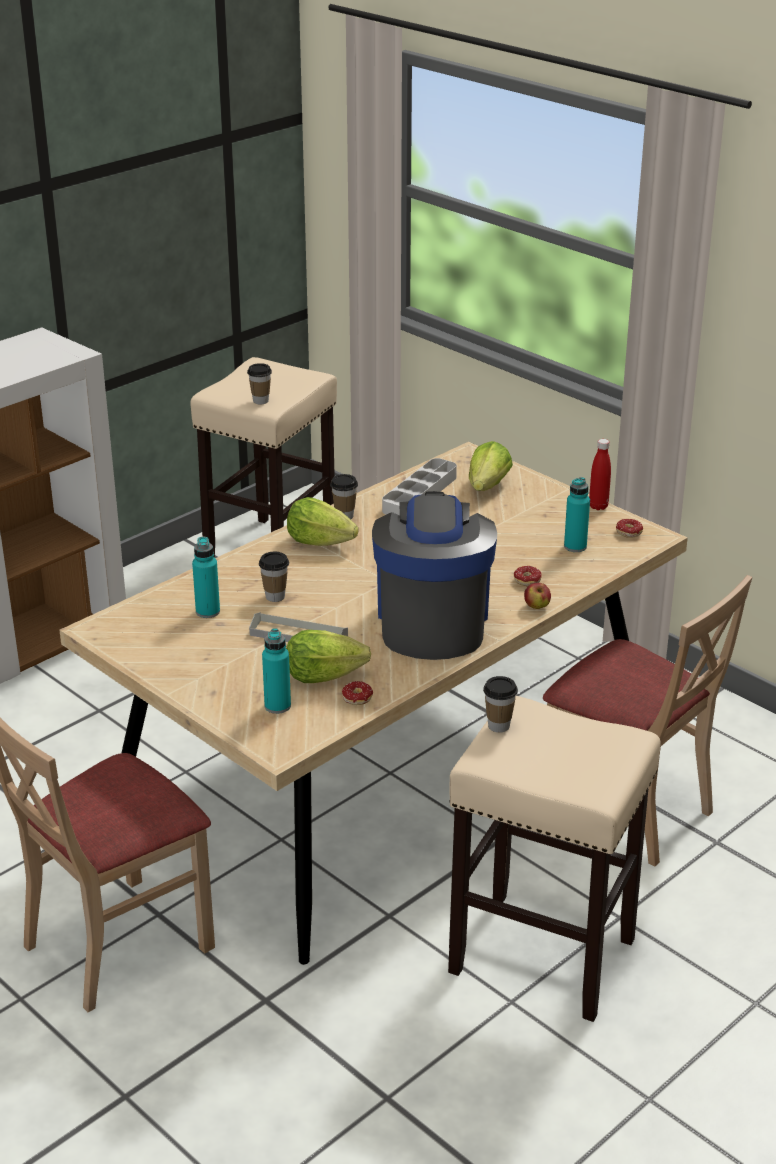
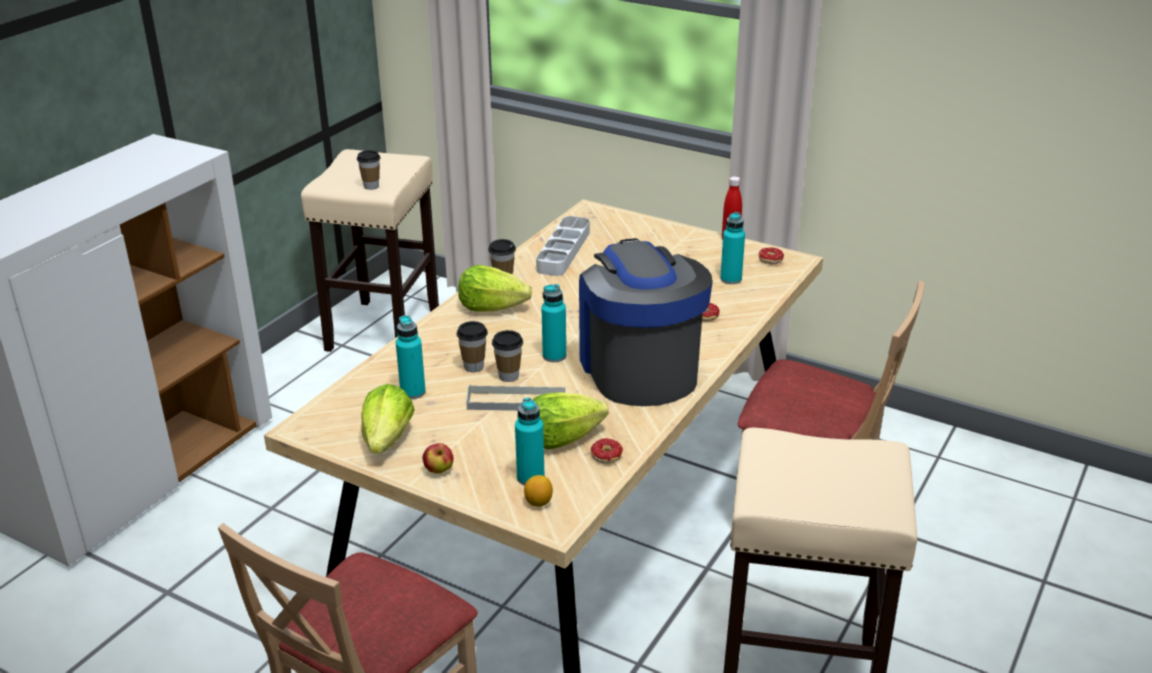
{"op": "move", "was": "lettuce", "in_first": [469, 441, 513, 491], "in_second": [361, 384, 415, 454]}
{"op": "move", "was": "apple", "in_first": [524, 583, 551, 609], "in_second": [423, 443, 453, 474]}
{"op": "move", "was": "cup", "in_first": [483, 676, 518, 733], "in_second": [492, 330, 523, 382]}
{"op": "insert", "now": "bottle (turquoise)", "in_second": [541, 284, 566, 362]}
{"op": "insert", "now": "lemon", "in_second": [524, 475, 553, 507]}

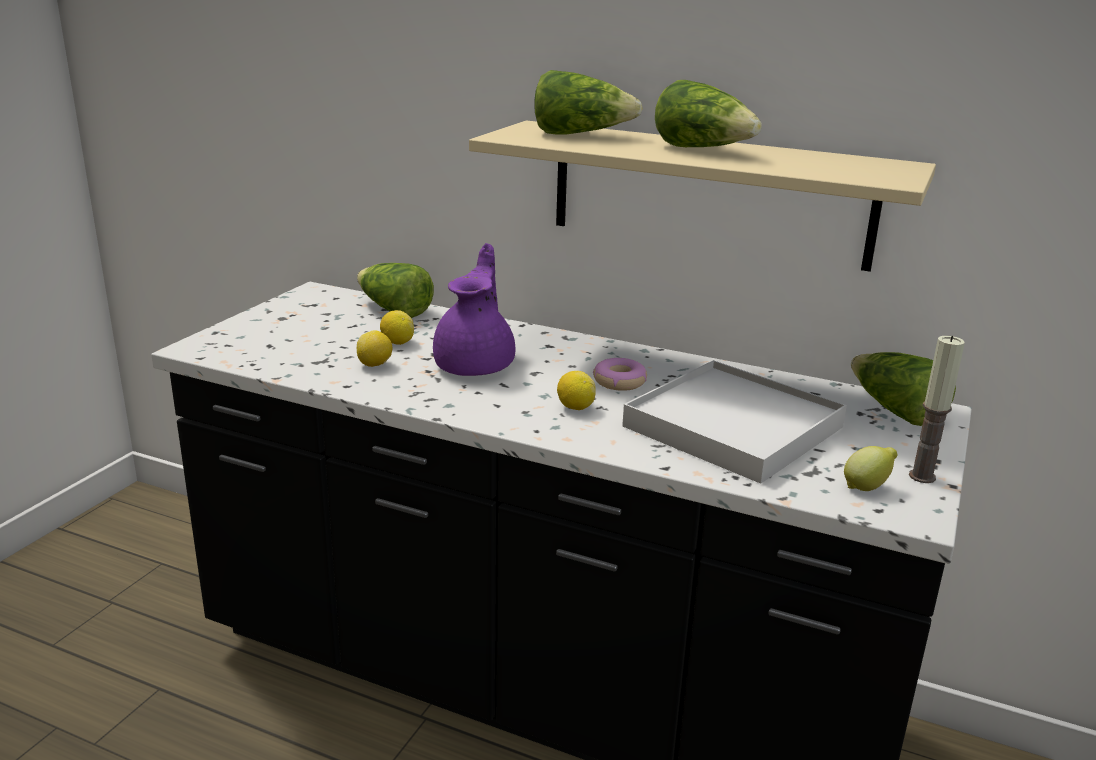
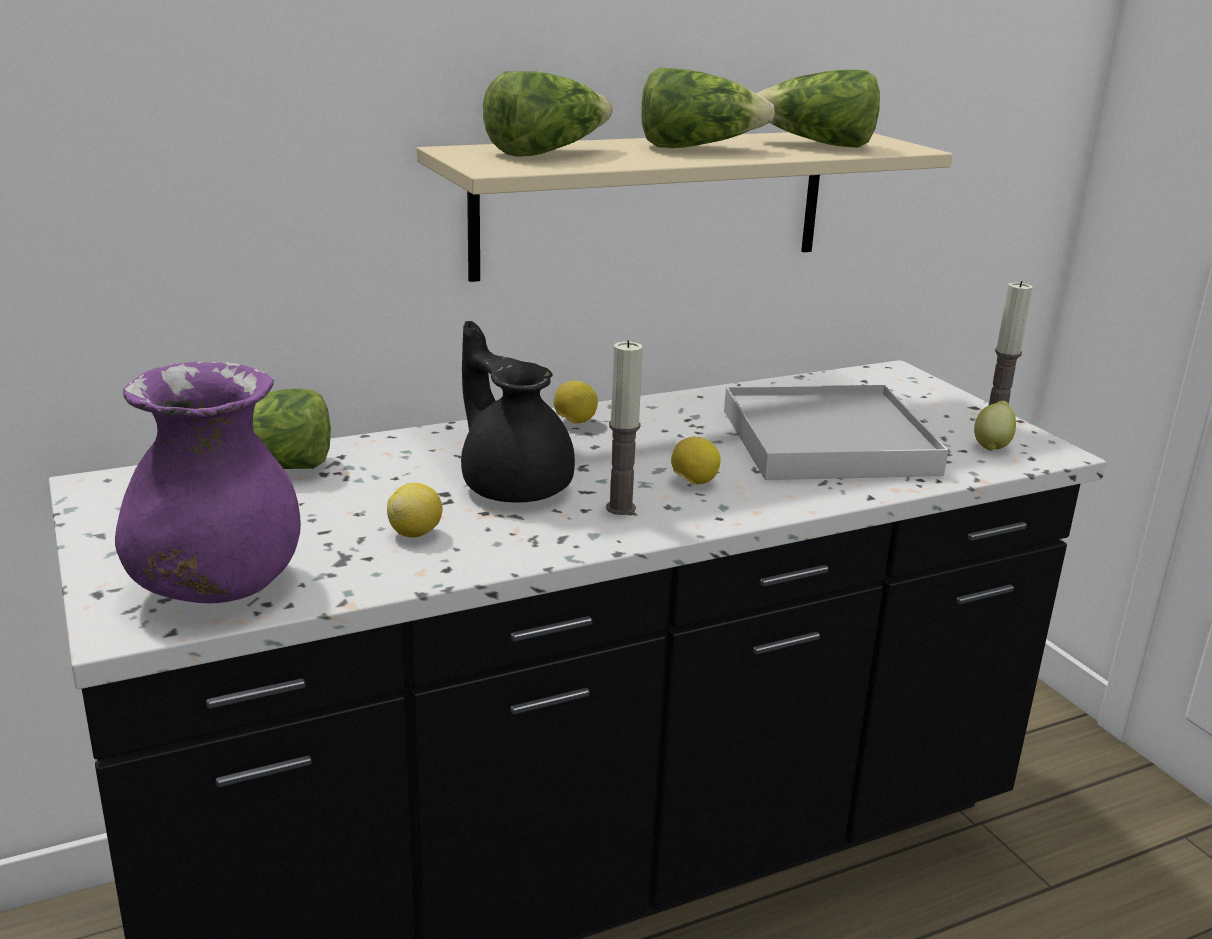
{"op": "recolor", "was": "teapot (purple)", "now": "teapot (black)", "in_first": [433, 243, 515, 376], "in_second": [461, 321, 575, 503]}
{"op": "move", "was": "lemon", "in_first": [380, 310, 414, 345], "in_second": [554, 380, 598, 424]}
{"op": "move", "was": "lettuce", "in_first": [851, 352, 956, 426], "in_second": [756, 70, 880, 148]}
{"op": "delete", "was": "donut", "in_first": [593, 358, 647, 391]}
{"op": "insert", "now": "candle", "in_second": [606, 340, 643, 515]}
{"op": "insert", "now": "vase (purple)", "in_second": [115, 362, 301, 603]}

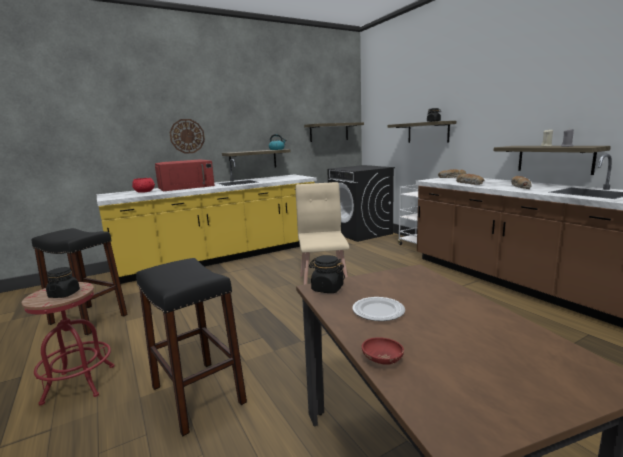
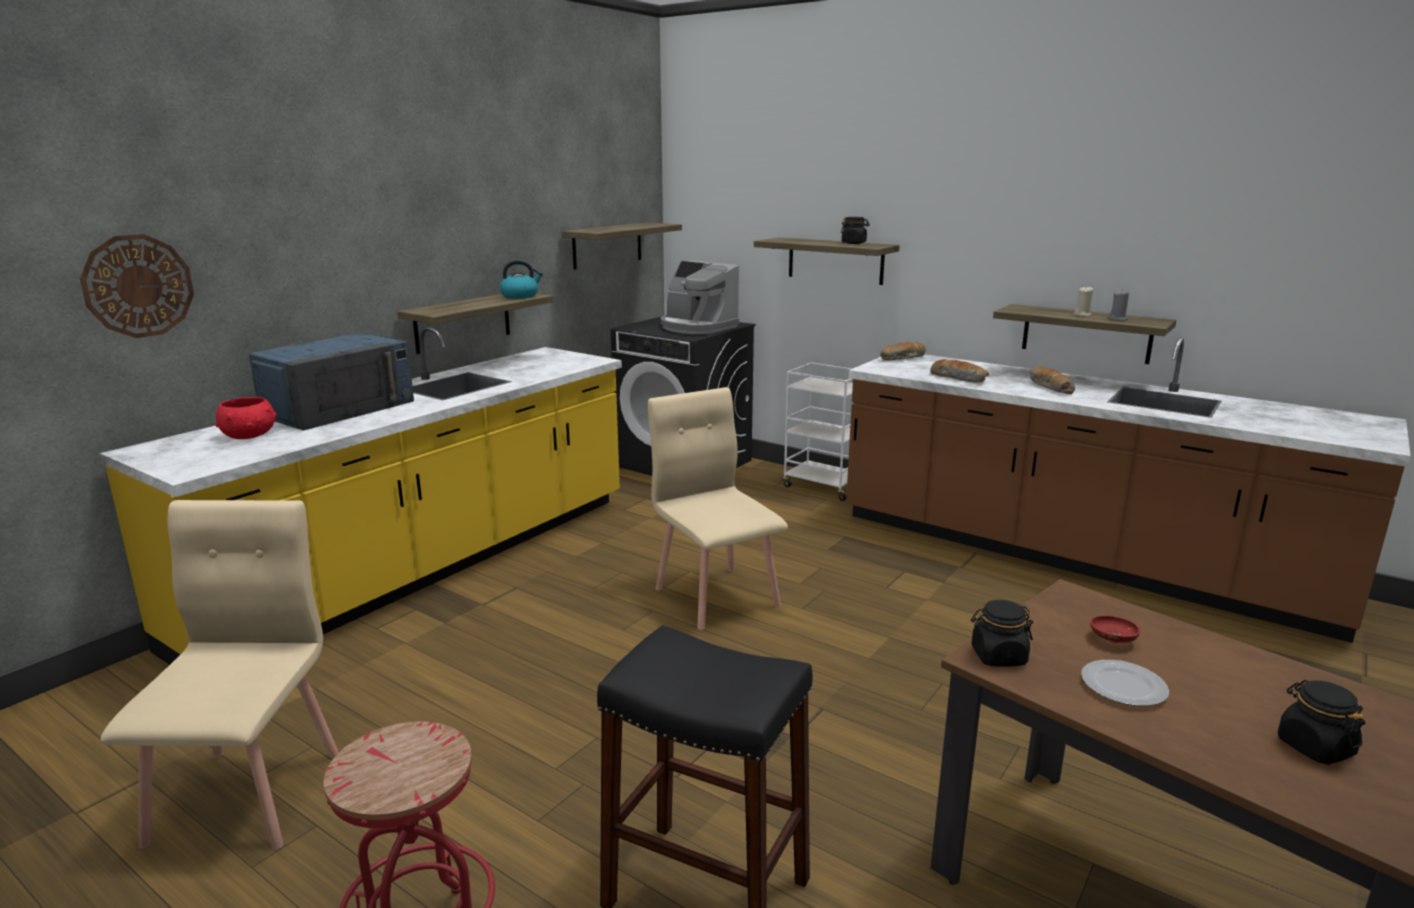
{"op": "move", "was": "wall clock", "in_first": [169, 119, 205, 154], "in_second": [80, 234, 194, 338]}
{"op": "recolor", "was": "microwave (red)", "now": "microwave (blue)", "in_first": [155, 159, 215, 191], "in_second": [249, 333, 414, 430]}
{"op": "replace", "was": "stool (black)", "now": "chair (beige)", "in_first": [32, 228, 128, 335], "in_second": [101, 500, 339, 850]}
{"op": "move", "was": "jar (black)", "in_first": [46, 267, 80, 298], "in_second": [1277, 680, 1365, 765]}
{"op": "move", "was": "bowl (red)", "in_first": [362, 337, 404, 365], "in_second": [1090, 615, 1140, 643]}
{"op": "insert", "now": "coffee machine", "in_second": [661, 261, 739, 334]}

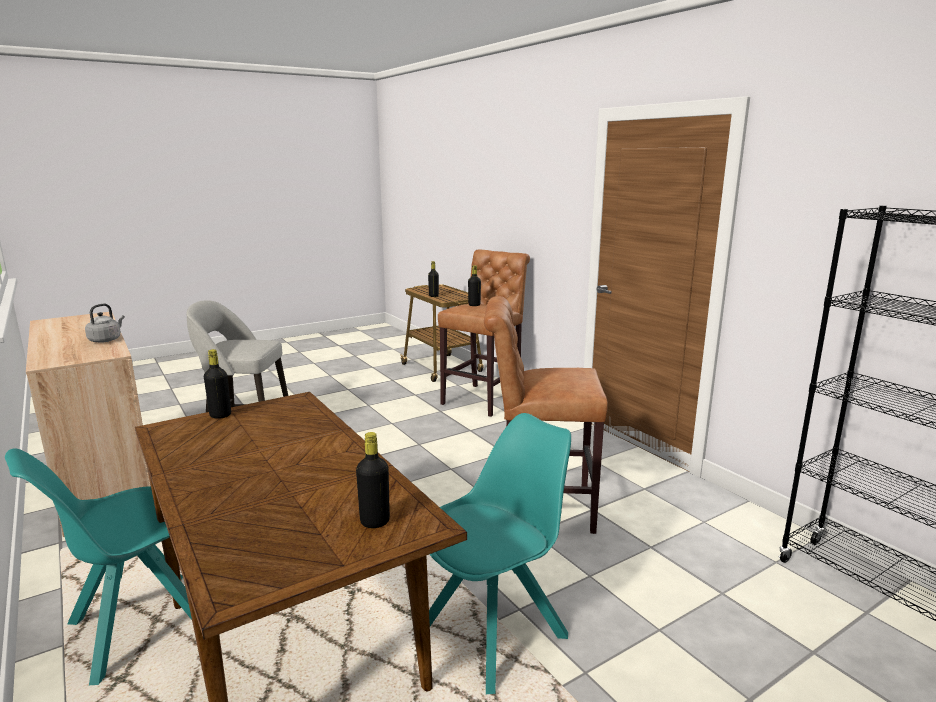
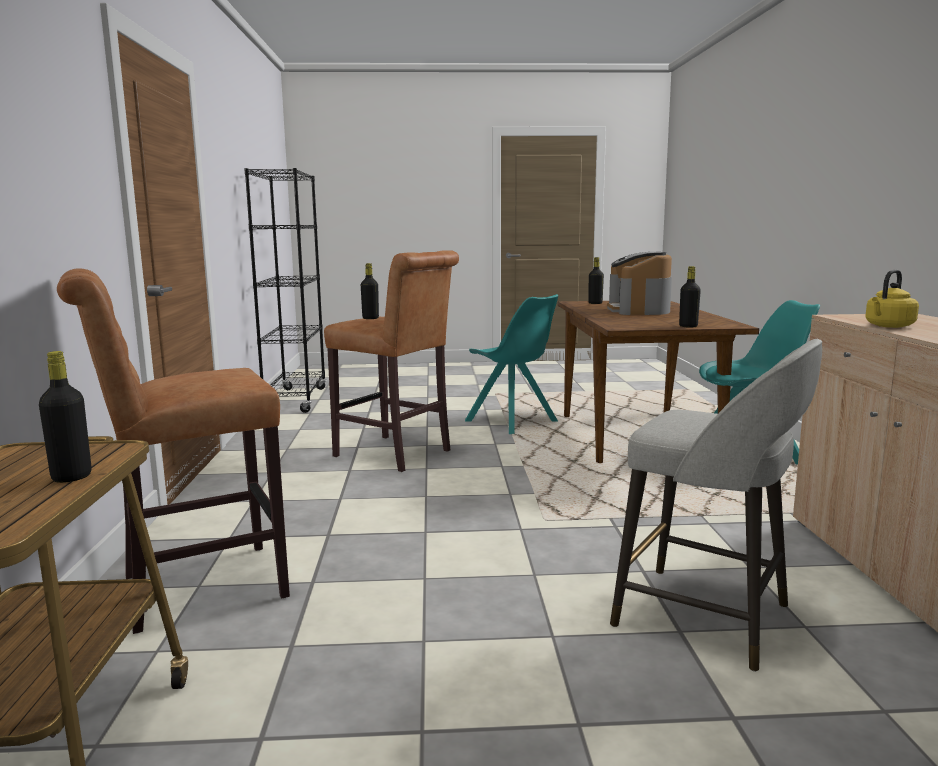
{"op": "move", "was": "bottle (black)", "in_first": [468, 265, 481, 306], "in_second": [361, 263, 379, 319]}
{"op": "recolor", "was": "kettle (grey)", "now": "kettle (yellow)", "in_first": [85, 304, 125, 343], "in_second": [865, 270, 919, 328]}
{"op": "rotate", "was": "chair (turquoise)", "in_first": [429, 413, 571, 694], "in_second": [465, 294, 558, 434], "clockwise": -120}
{"op": "insert", "now": "coffee machine", "in_second": [607, 252, 672, 315]}

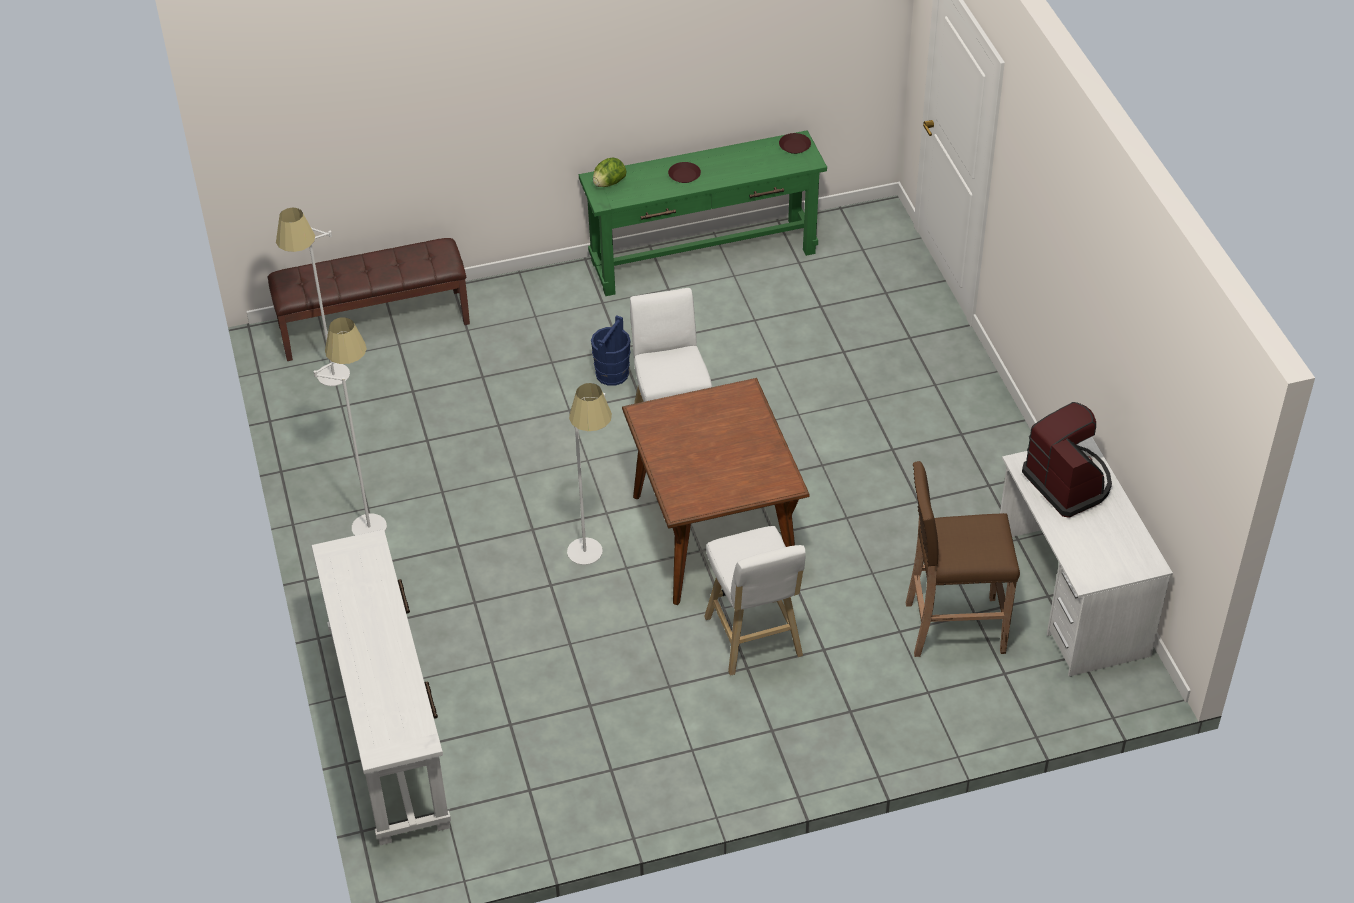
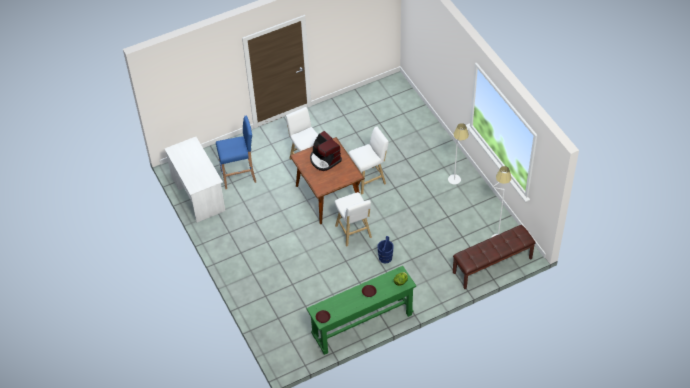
{"op": "replace", "was": "floor lamp (white)", "now": "stool (white)", "in_first": [567, 383, 612, 565], "in_second": [349, 126, 389, 194]}
{"op": "move", "was": "coffee machine", "in_first": [1022, 402, 1112, 518], "in_second": [310, 131, 342, 171]}
{"op": "recolor", "was": "stool (brown)", "now": "stool (blue)", "in_first": [906, 461, 1020, 657], "in_second": [216, 116, 256, 189]}
{"op": "delete", "was": "console table (white)", "in_first": [311, 529, 451, 845]}

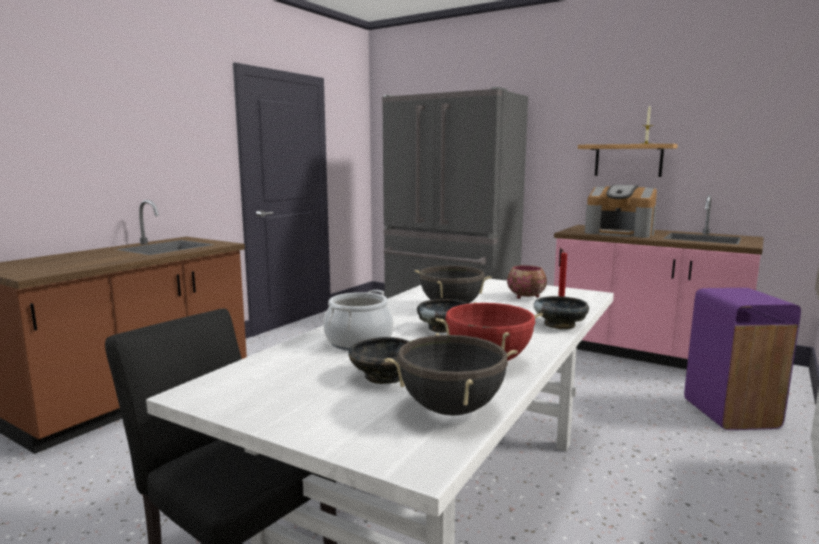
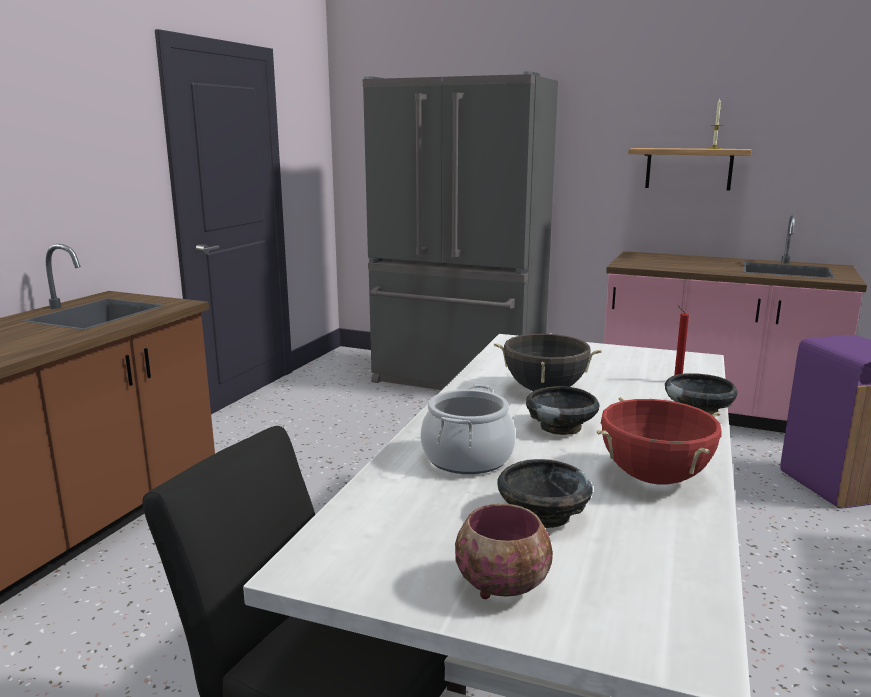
{"op": "delete", "was": "coffee machine", "in_first": [585, 185, 657, 238]}
{"op": "move", "was": "bowl", "in_first": [507, 265, 547, 299], "in_second": [455, 504, 553, 599]}
{"op": "delete", "was": "cooking pot (black)", "in_first": [384, 333, 518, 416]}

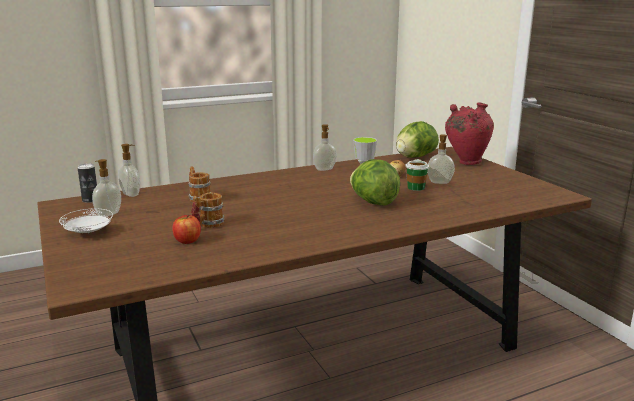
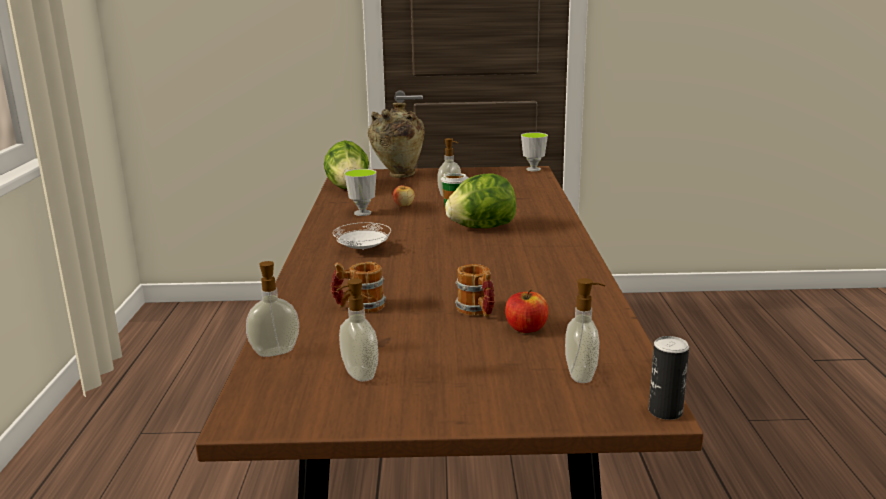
{"op": "recolor", "was": "vase (red)", "now": "vase (beige)", "in_first": [445, 102, 494, 165], "in_second": [368, 103, 424, 178]}
{"op": "move", "was": "soap dispenser", "in_first": [313, 124, 337, 171], "in_second": [565, 278, 605, 383]}
{"op": "move", "was": "can", "in_first": [78, 164, 97, 203], "in_second": [649, 336, 689, 420]}
{"op": "move", "was": "plate (white)", "in_first": [59, 208, 113, 233], "in_second": [333, 222, 391, 250]}
{"op": "insert", "now": "cup", "in_second": [521, 132, 548, 171]}

